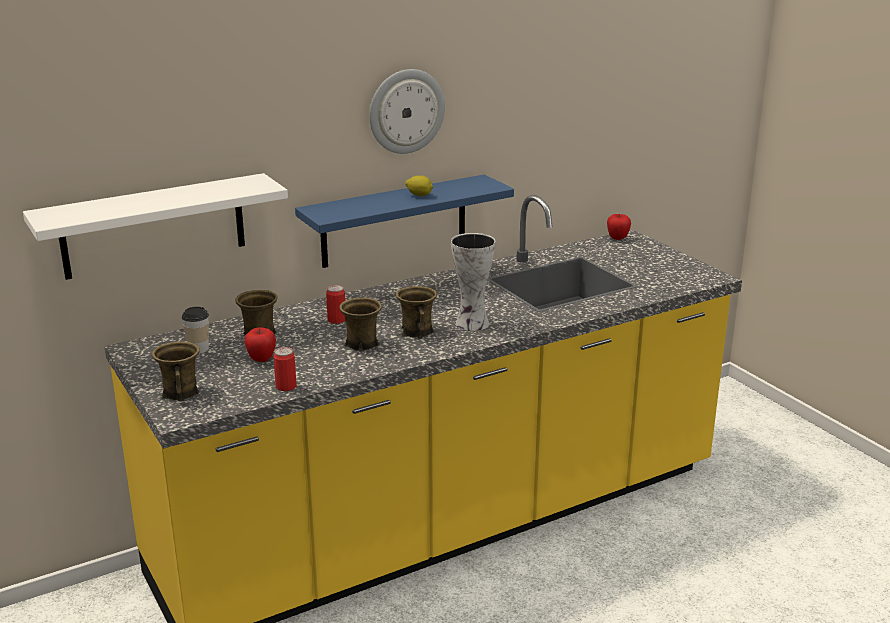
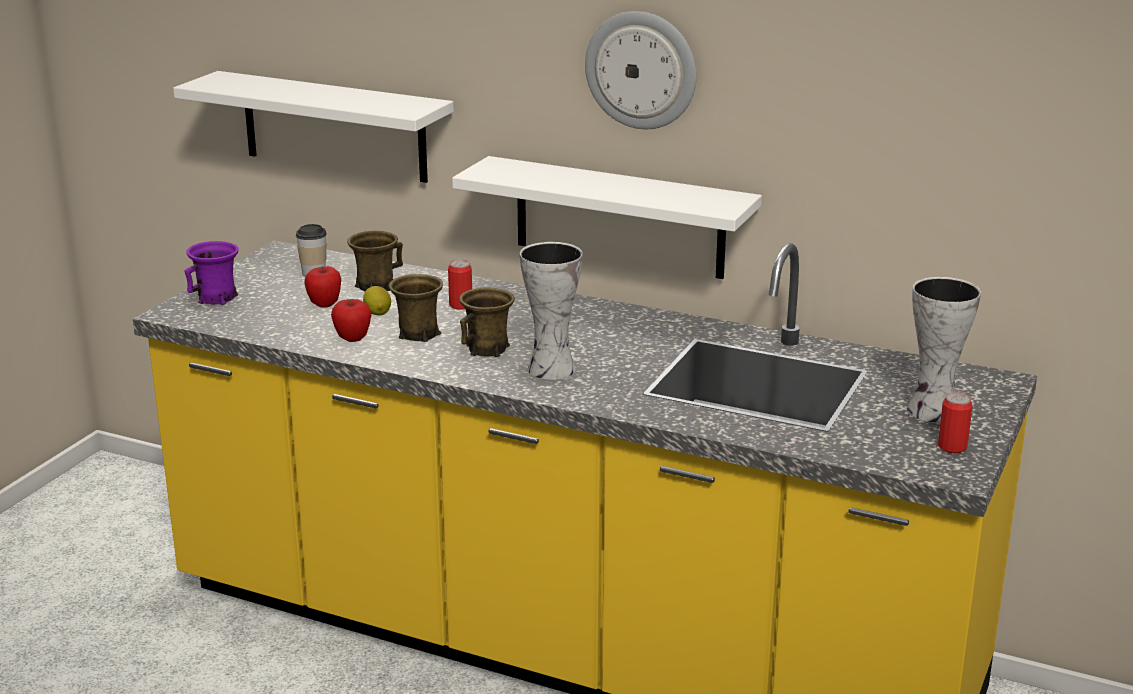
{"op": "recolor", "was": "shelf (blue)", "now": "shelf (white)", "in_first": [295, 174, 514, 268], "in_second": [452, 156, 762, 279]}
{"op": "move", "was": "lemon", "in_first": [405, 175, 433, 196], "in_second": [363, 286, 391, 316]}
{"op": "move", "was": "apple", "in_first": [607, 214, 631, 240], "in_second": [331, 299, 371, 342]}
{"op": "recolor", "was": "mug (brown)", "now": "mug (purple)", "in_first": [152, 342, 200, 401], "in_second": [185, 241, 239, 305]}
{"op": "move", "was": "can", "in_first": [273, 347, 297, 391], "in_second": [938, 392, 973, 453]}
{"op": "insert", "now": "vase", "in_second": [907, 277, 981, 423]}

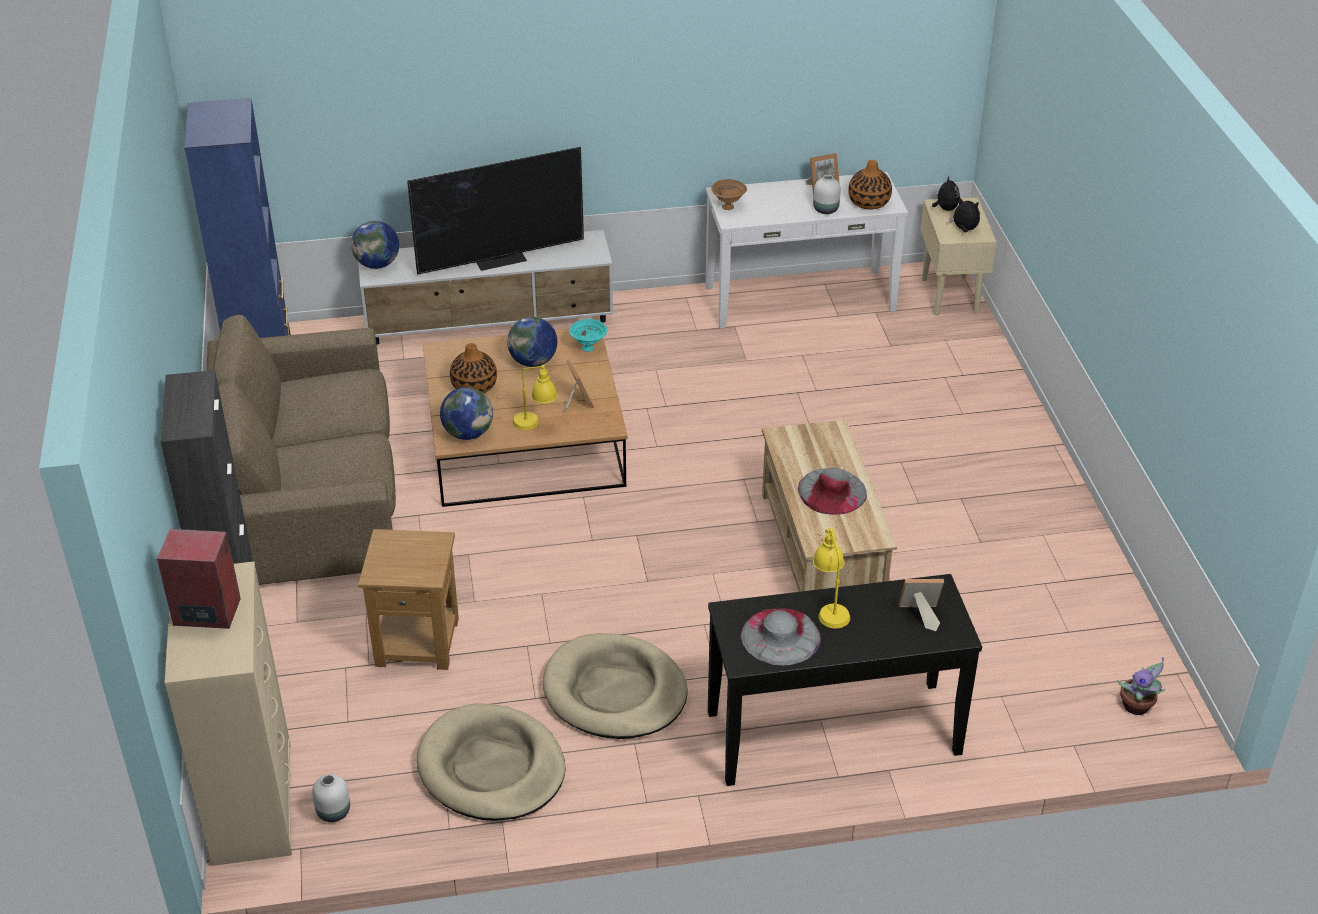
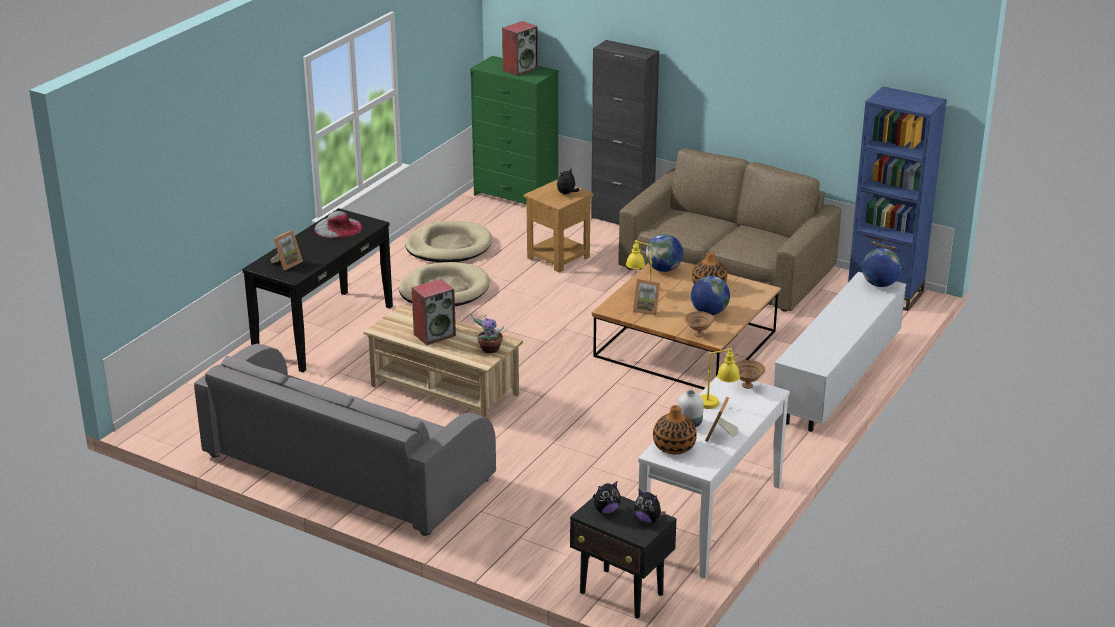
{"op": "delete", "was": "television", "in_first": [407, 147, 584, 274]}
{"op": "recolor", "was": "side table (beige)", "now": "side table (black)", "in_first": [920, 197, 997, 316], "in_second": [570, 495, 677, 618]}
{"op": "recolor", "was": "bowl (turquoise)", "now": "bowl (brown)", "in_first": [569, 319, 607, 352], "in_second": [685, 311, 715, 337]}
{"op": "replace", "was": "hat (grey)", "now": "speaker", "in_first": [798, 467, 867, 515], "in_second": [412, 279, 456, 345]}
{"op": "move", "was": "table lamp (yellow)", "in_first": [813, 528, 850, 628], "in_second": [701, 348, 740, 409]}
{"op": "recolor", "was": "dresser (beige)", "now": "dresser (green)", "in_first": [164, 562, 292, 866], "in_second": [470, 56, 559, 204]}
{"op": "move", "was": "potted plant", "in_first": [1117, 657, 1165, 715], "in_second": [471, 314, 504, 353]}
{"op": "delete", "was": "vase (white)", "in_first": [312, 774, 350, 822]}
{"op": "insert", "now": "plush toy", "in_second": [557, 169, 579, 194]}
{"op": "insert", "now": "sofa (grey)", "in_second": [194, 344, 496, 536]}

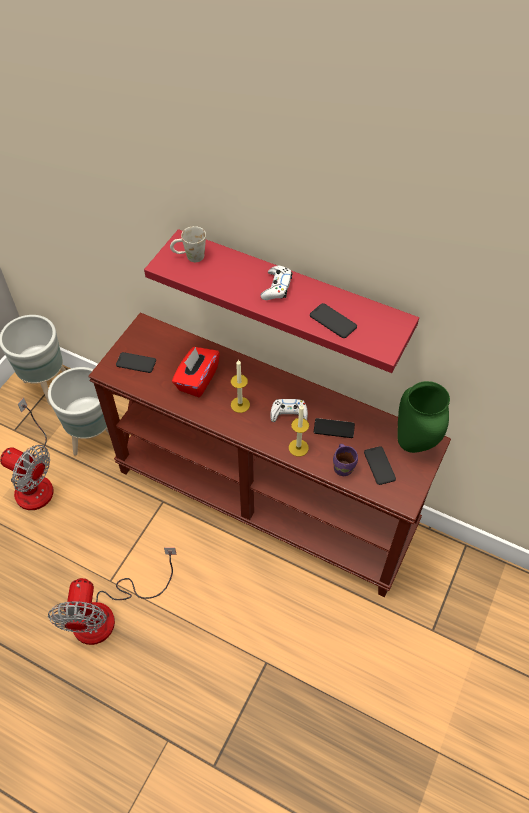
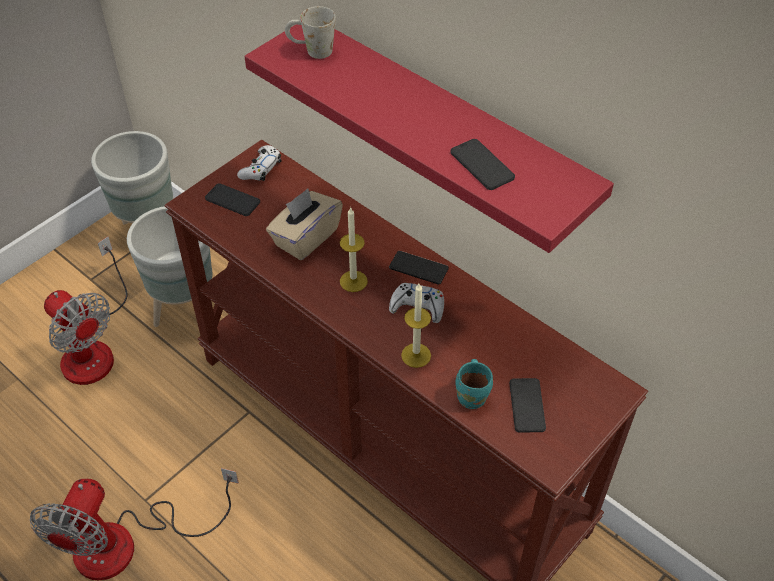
{"op": "move", "was": "game controller (white)", "in_first": [261, 266, 292, 300], "in_second": [237, 145, 281, 181]}
{"op": "recolor", "was": "tissue box (red)", "now": "tissue box (beige)", "in_first": [172, 347, 220, 397], "in_second": [266, 188, 343, 260]}
{"op": "delete", "was": "vase (green)", "in_first": [397, 381, 450, 453]}
{"op": "move", "was": "phone", "in_first": [314, 418, 355, 438], "in_second": [389, 251, 449, 285]}
{"op": "recolor", "was": "mug (purple)", "now": "mug (turquoise)", "in_first": [333, 444, 358, 476], "in_second": [455, 359, 493, 409]}

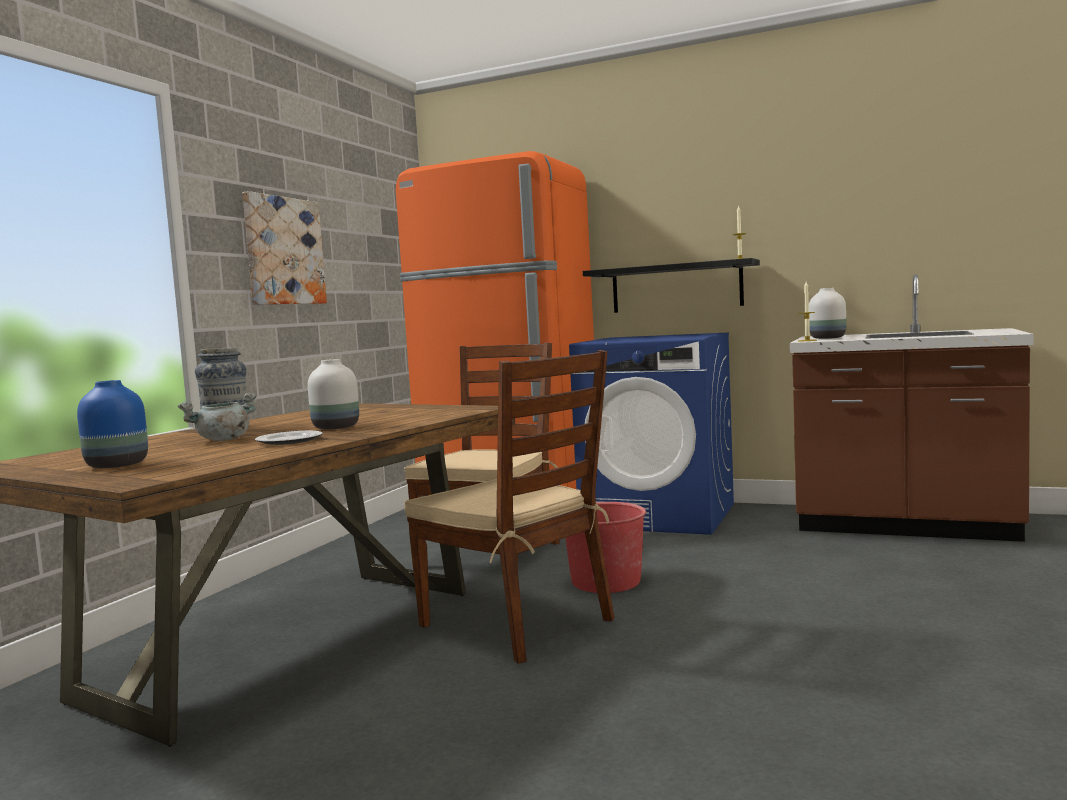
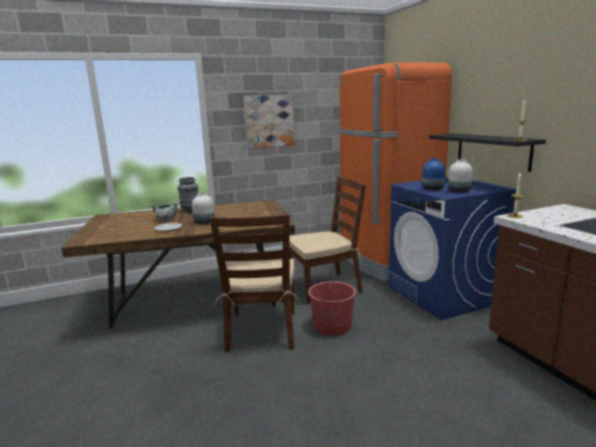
{"op": "move", "was": "vase (white)", "in_first": [809, 288, 846, 339], "in_second": [448, 159, 473, 193]}
{"op": "move", "was": "vase (blue)", "in_first": [77, 380, 148, 468], "in_second": [422, 158, 445, 190]}

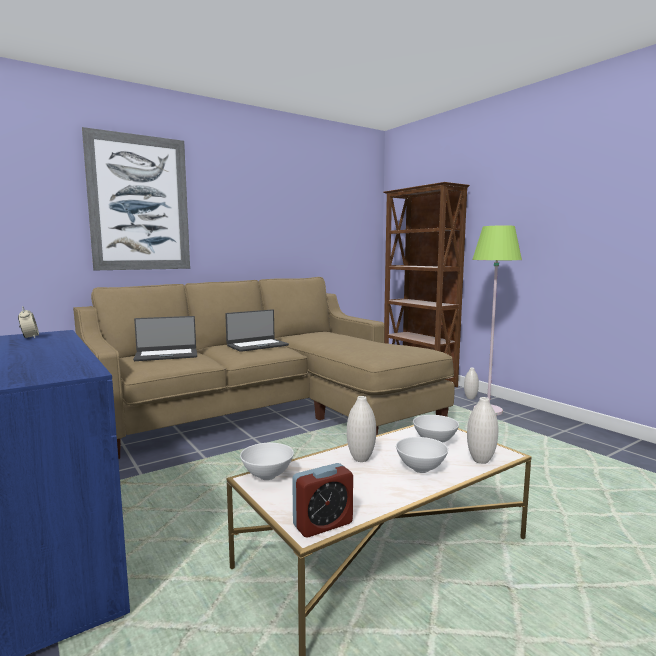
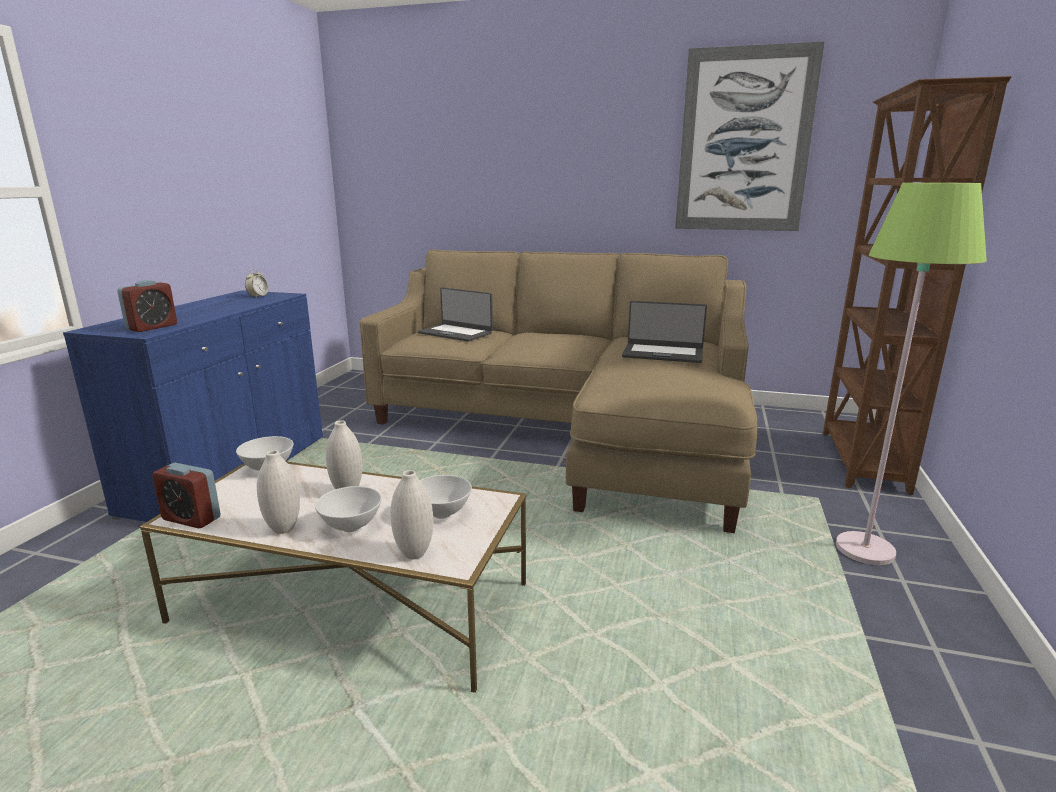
{"op": "move", "was": "picture", "in_first": [82, 127, 190, 270], "in_second": [675, 41, 825, 231]}
{"op": "move", "was": "laptop", "in_first": [225, 309, 289, 352], "in_second": [622, 301, 707, 363]}
{"op": "move", "was": "vase (white)", "in_first": [464, 368, 479, 399], "in_second": [257, 450, 300, 534]}
{"op": "insert", "now": "alarm clock", "in_second": [117, 280, 177, 332]}

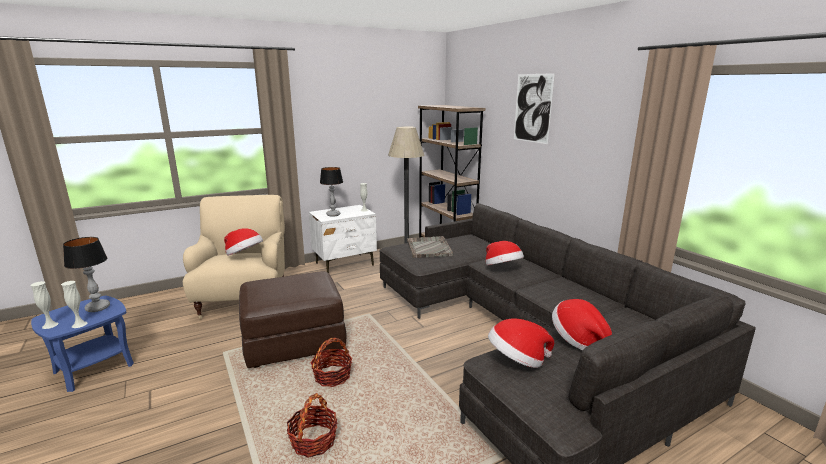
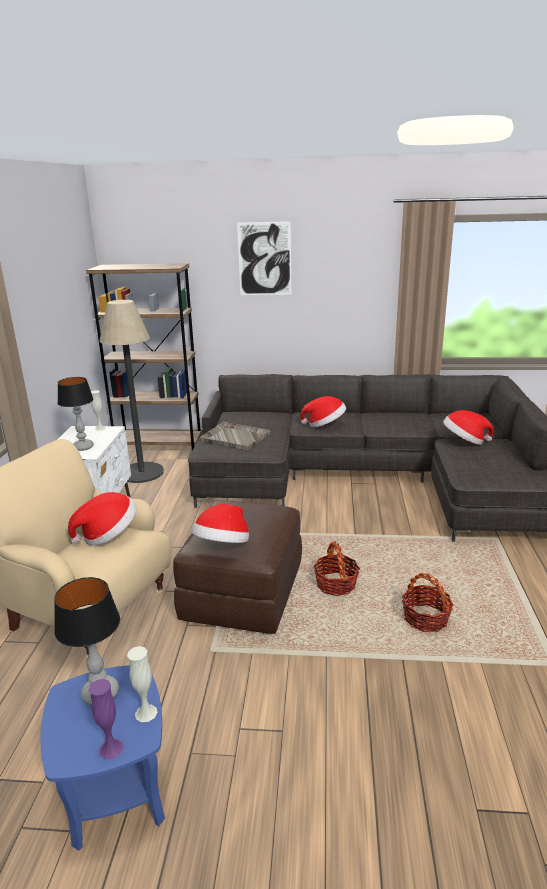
{"op": "recolor", "was": "vase (white)", "now": "vase (purple)", "in_first": [31, 281, 58, 329], "in_second": [88, 679, 123, 759]}
{"op": "move", "was": "hat", "in_first": [488, 319, 554, 368], "in_second": [192, 504, 249, 543]}

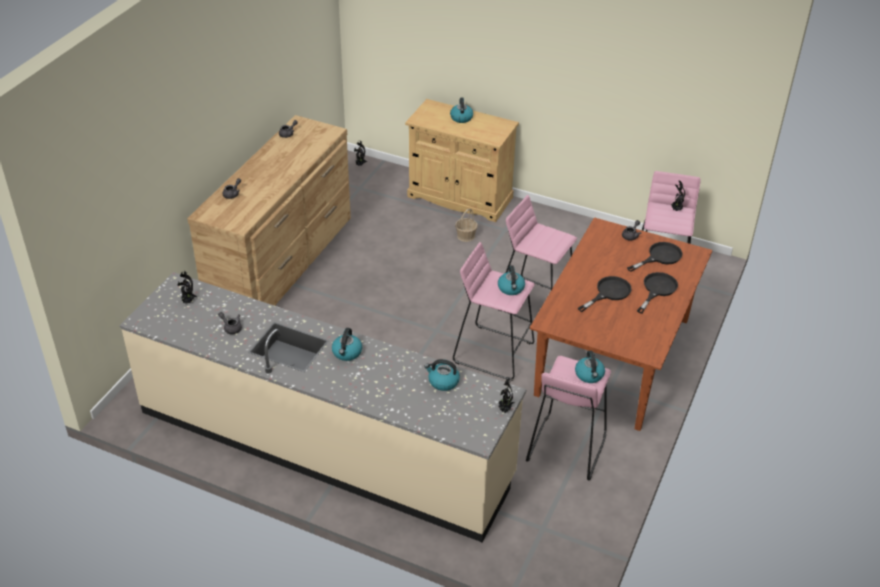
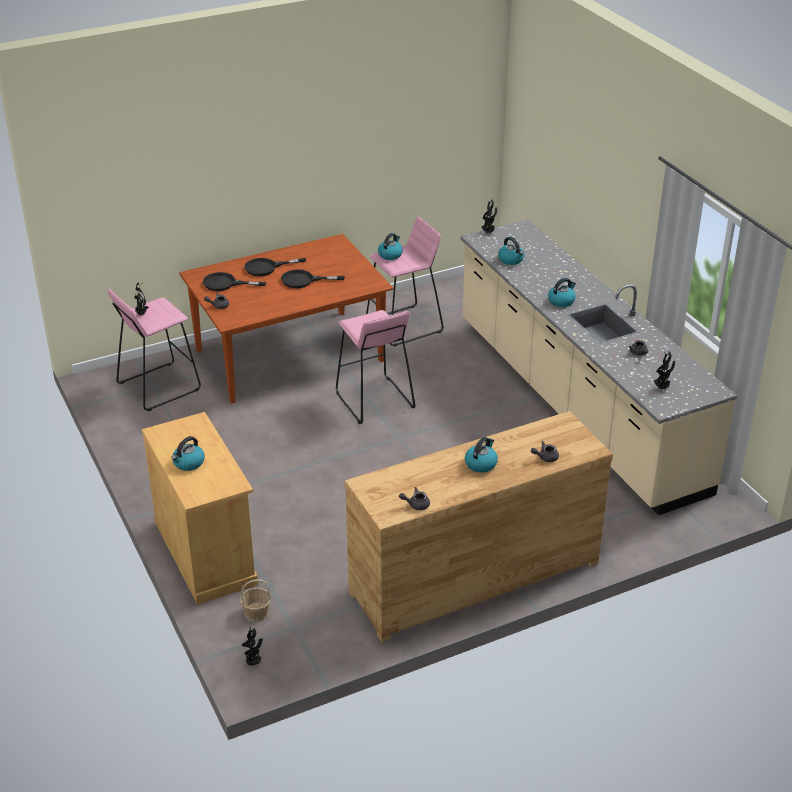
{"op": "delete", "was": "stool (pink)", "in_first": [499, 195, 577, 322]}
{"op": "move", "was": "basket", "in_first": [455, 209, 478, 242], "in_second": [240, 579, 271, 622]}
{"op": "move", "was": "kettle", "in_first": [498, 265, 525, 295], "in_second": [465, 437, 498, 473]}

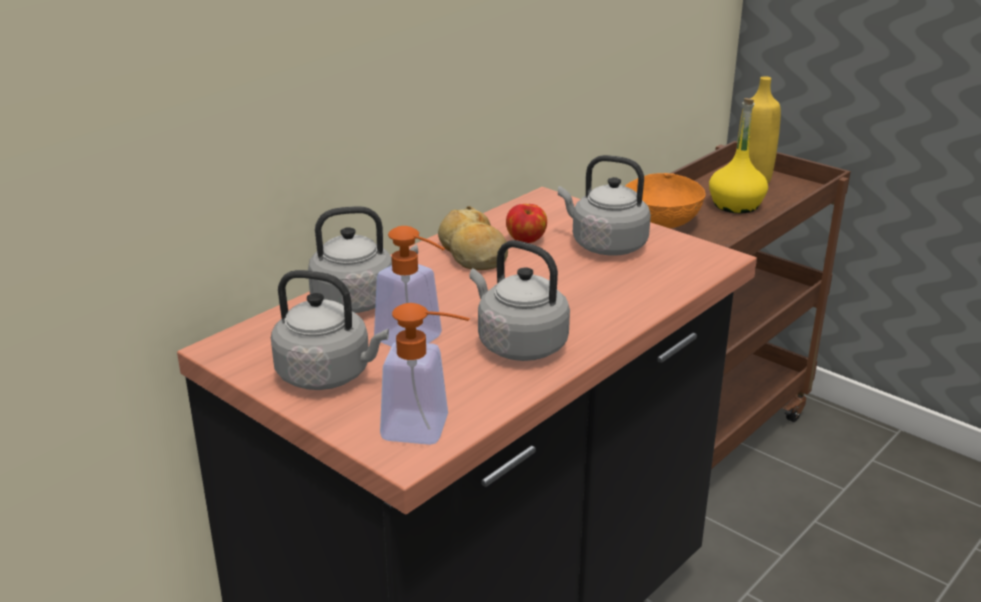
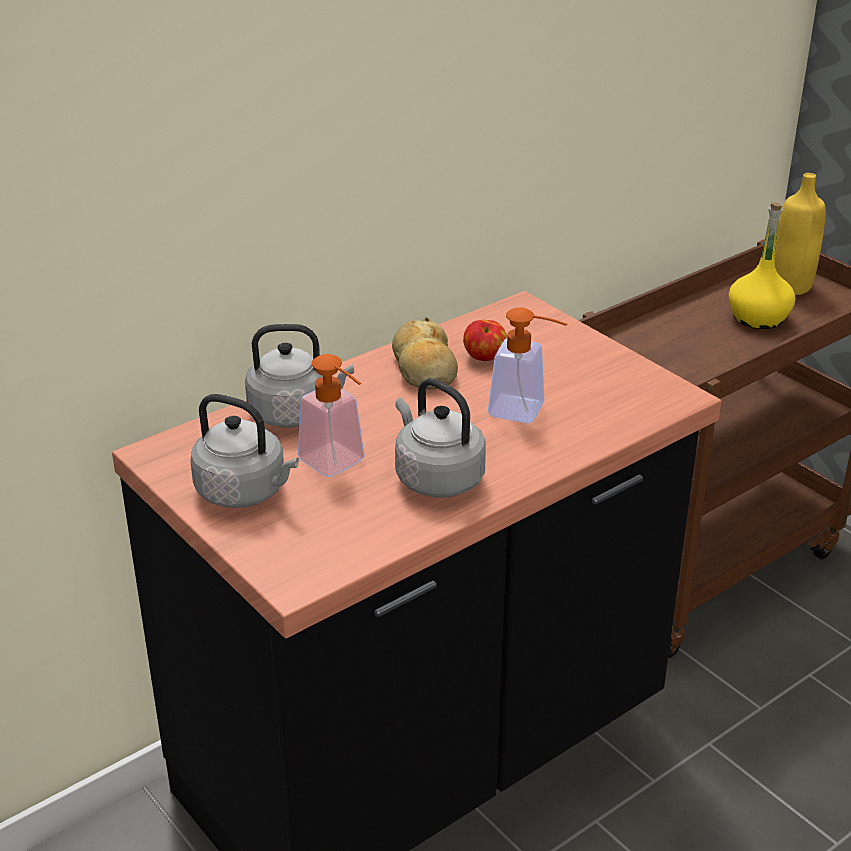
{"op": "delete", "was": "kettle (grey)", "in_first": [558, 155, 651, 256]}
{"op": "delete", "was": "bowl (orange)", "in_first": [625, 173, 706, 228]}
{"op": "move", "was": "soap dispenser", "in_first": [380, 303, 470, 445], "in_second": [488, 307, 567, 423]}

